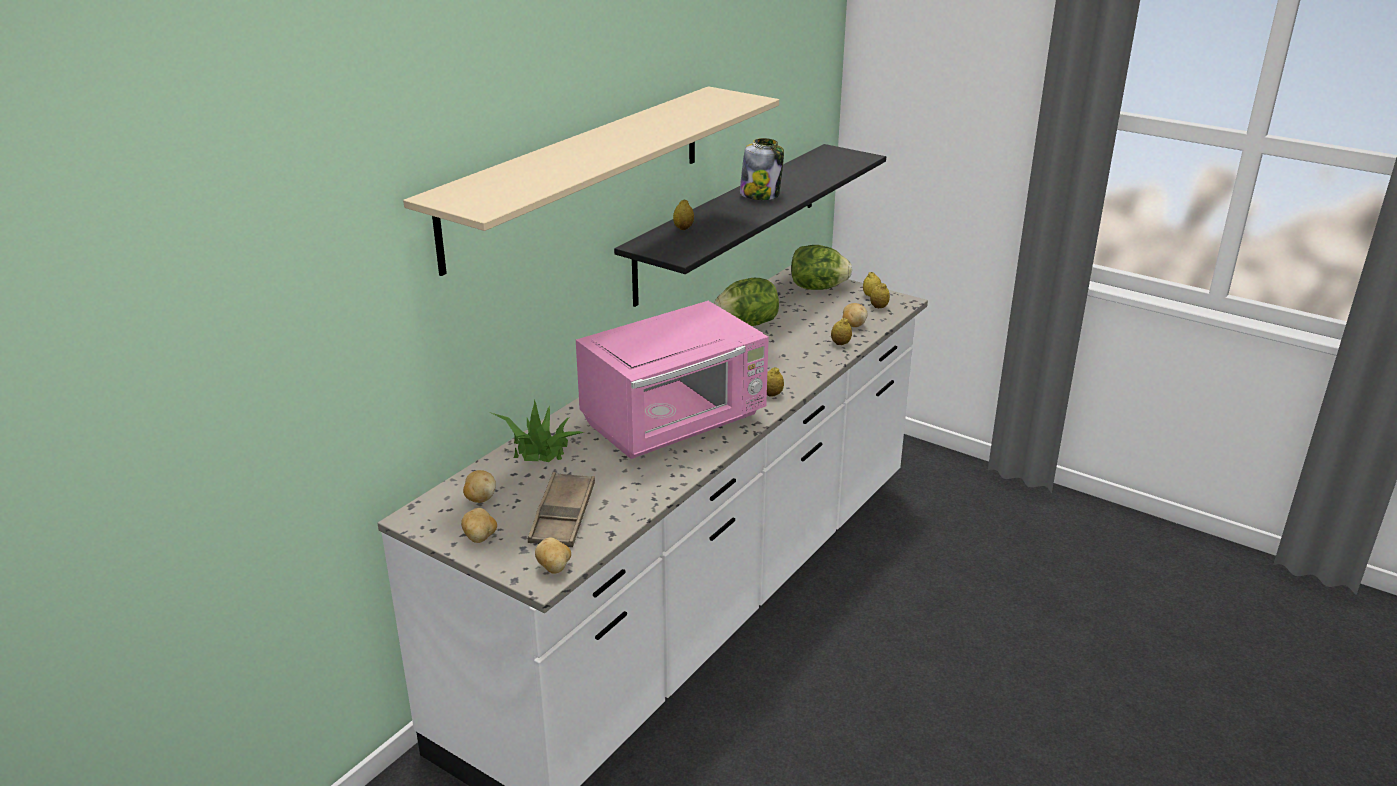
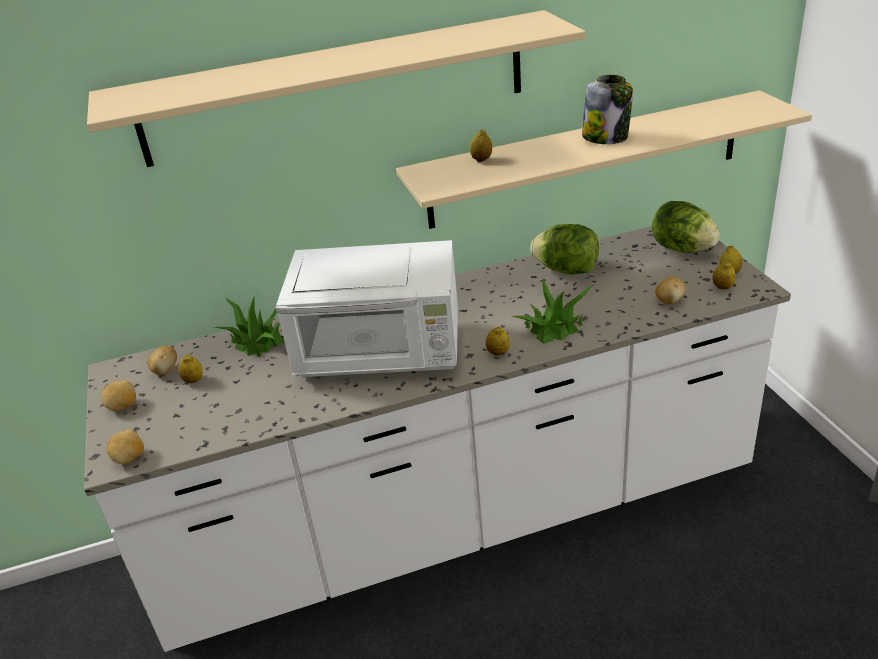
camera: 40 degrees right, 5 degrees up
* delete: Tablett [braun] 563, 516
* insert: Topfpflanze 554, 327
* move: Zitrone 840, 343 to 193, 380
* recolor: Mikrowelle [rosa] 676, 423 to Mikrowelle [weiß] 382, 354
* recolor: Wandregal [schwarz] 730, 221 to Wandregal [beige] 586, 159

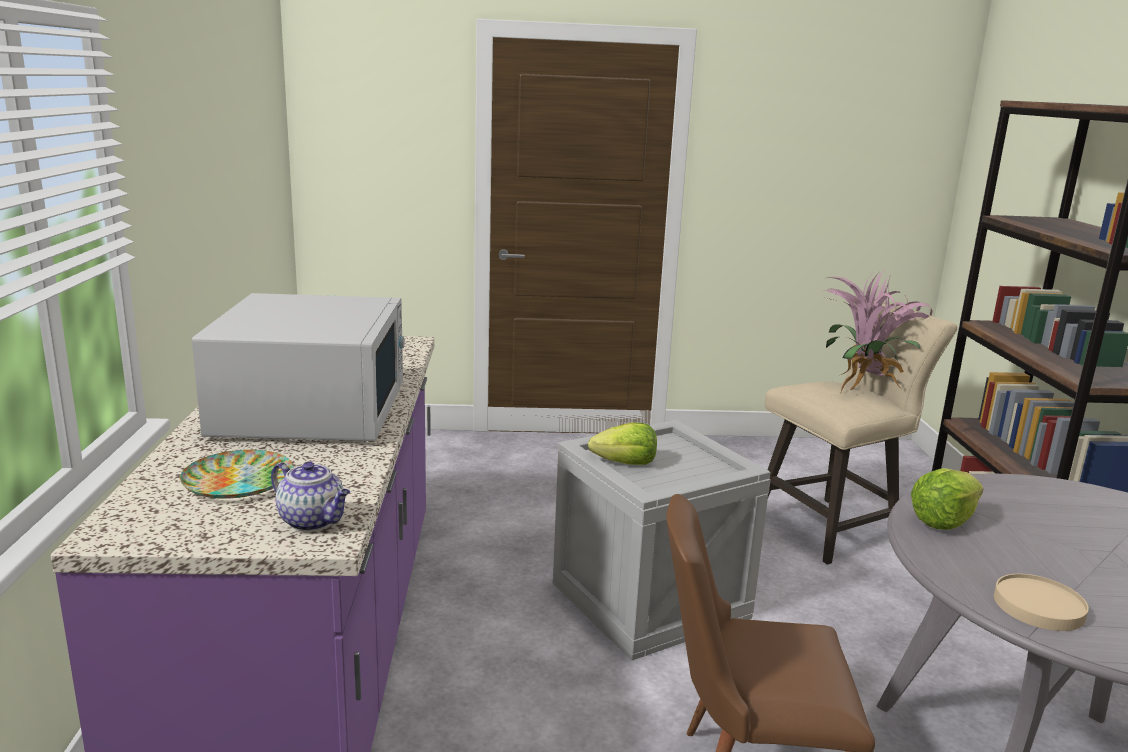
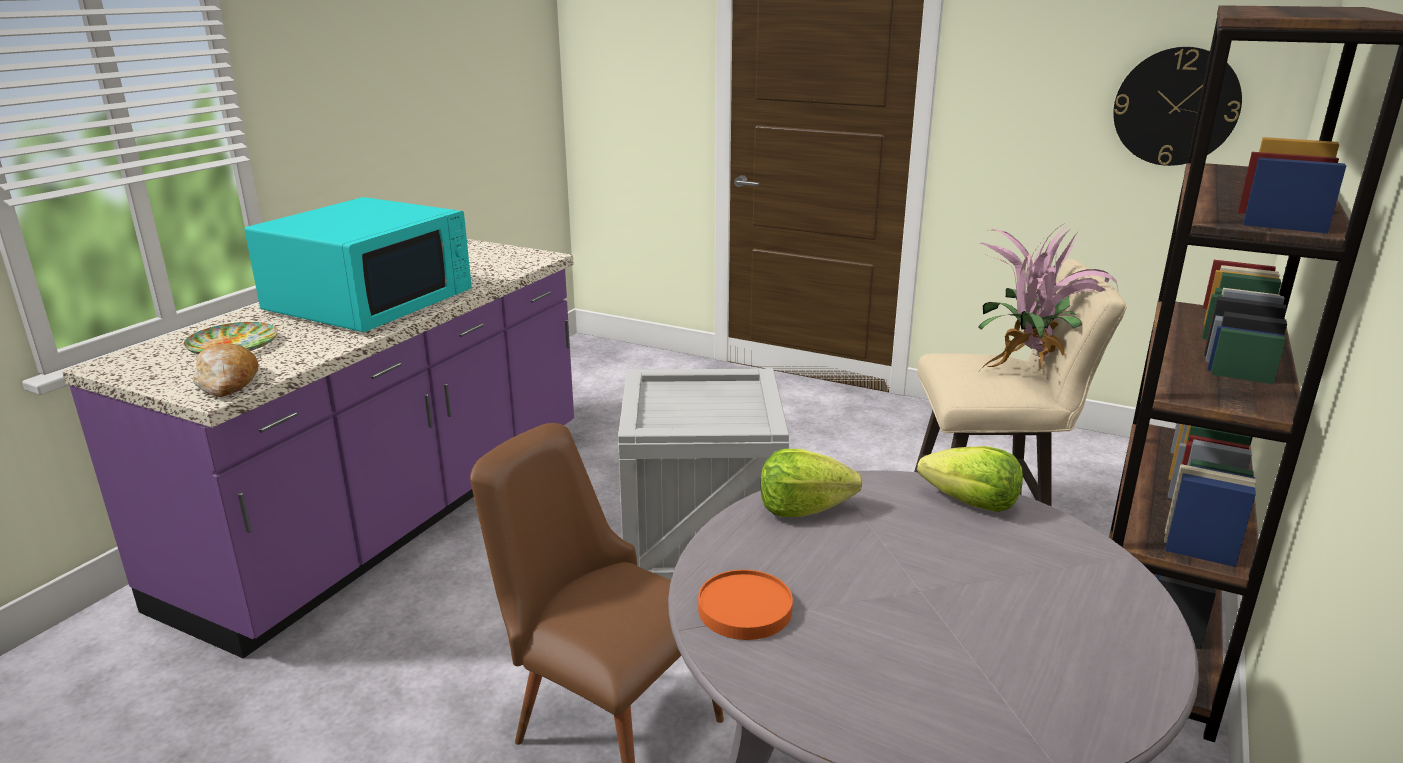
camera: 30 degrees right, 5 degrees up
* insert: Wanduhr 1175, 107
* move: Salatkopf 626, 463 to 971, 503
* replace: Teekanne 313, 521 to Brot 227, 381
* recolor: Mikrowelle [weiß] 313, 409 to Mikrowelle [türkis] 372, 301
* recolor: Teller [beige] 1039, 606 to Teller [orange] 745, 609

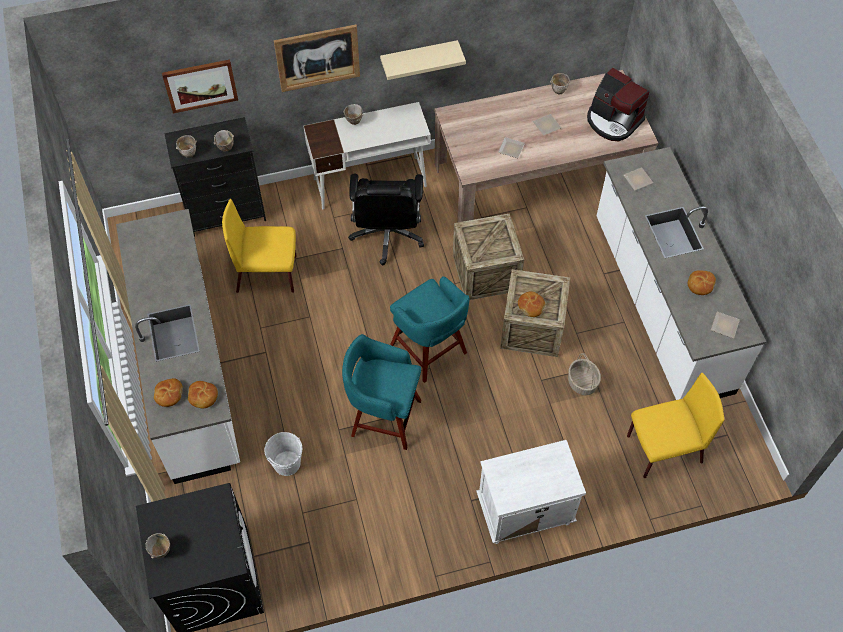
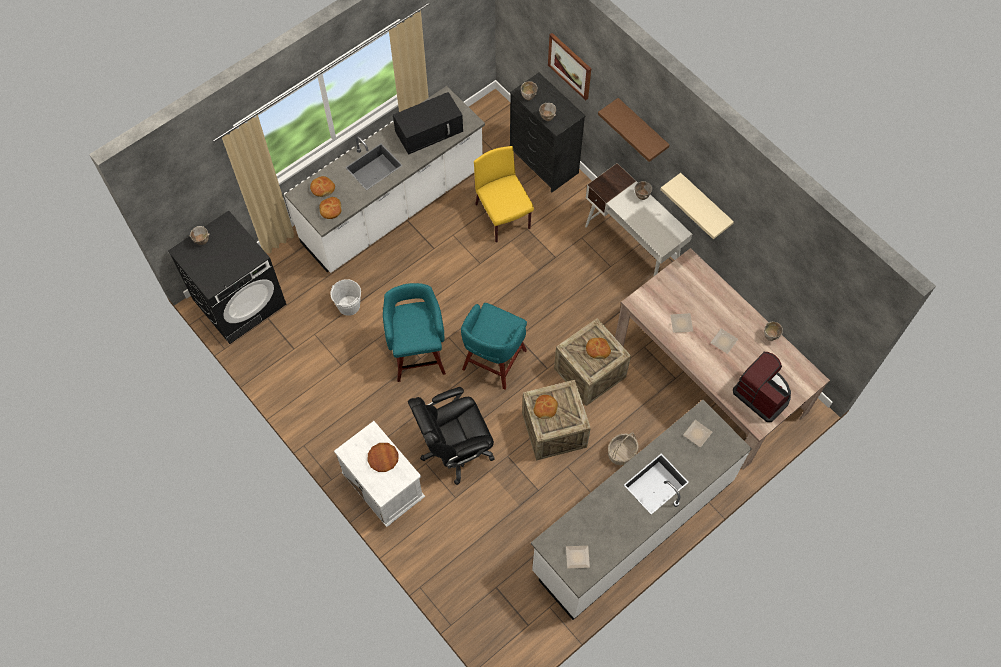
camera: 65 degrees right, 5 degrees up
* delete: Stuhl [gelb] 663, 449
* insert: Teller [braun] 383, 458
* insert: Mikrowelle [schwarz] 430, 130
* move: Bürostuhl [schwarz] 387, 235 to 455, 449
* move: Korb 582, 382 to 621, 453
* move: Brot 700, 285 to 597, 349
* replace: Bild 317, 58 to Wandregal [braun] 642, 128
* rotate: Kaffeemaschine 613, 121 = 762, 394 120 degrees clockwise

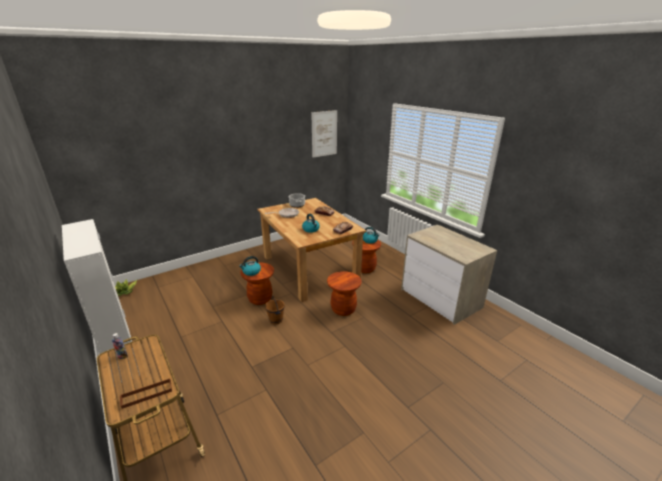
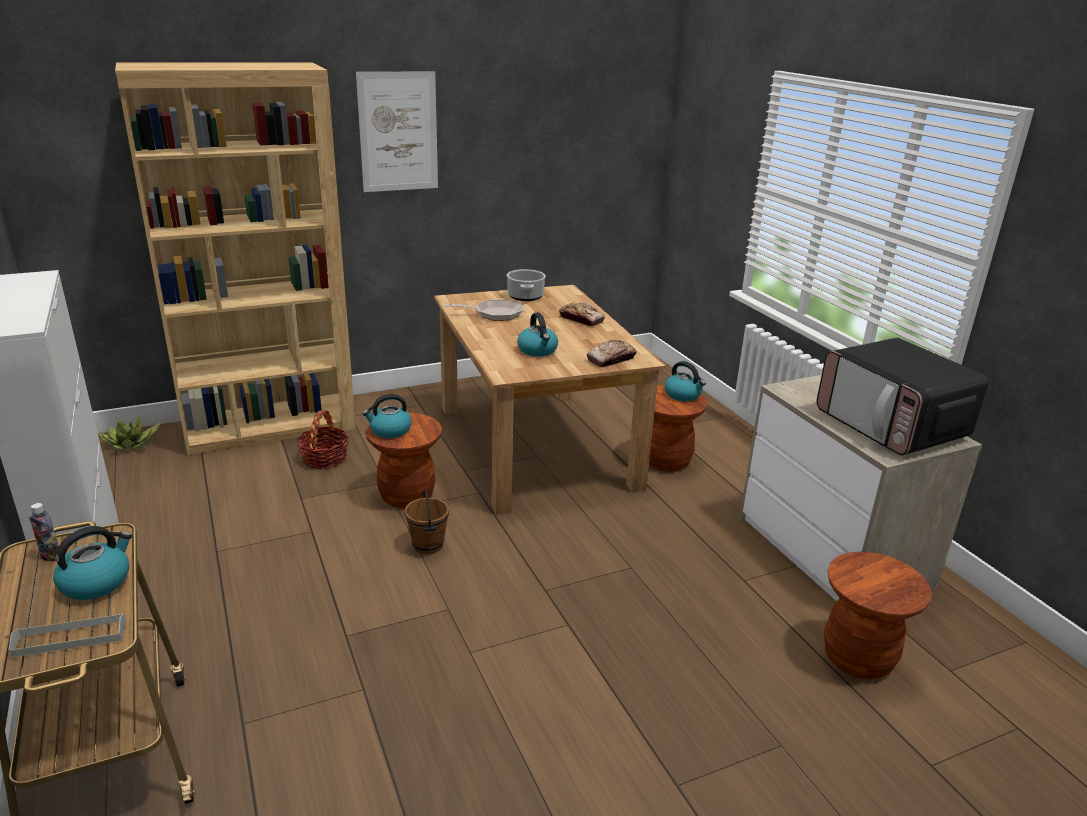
camera: 10 degrees right, 0 degrees up
* insert: Wasserkessel 96, 582
* insert: Bücherregal [braun] 270, 426
* insert: Korb 324, 458
* insert: Mikrowelle 891, 426
* move: Bild 324, 133 to 398, 132
* move: Hocker [braun] 343, 309 to 857, 658
* recolor: Tablett [braun] 147, 394 to Tablett [grau] 70, 638

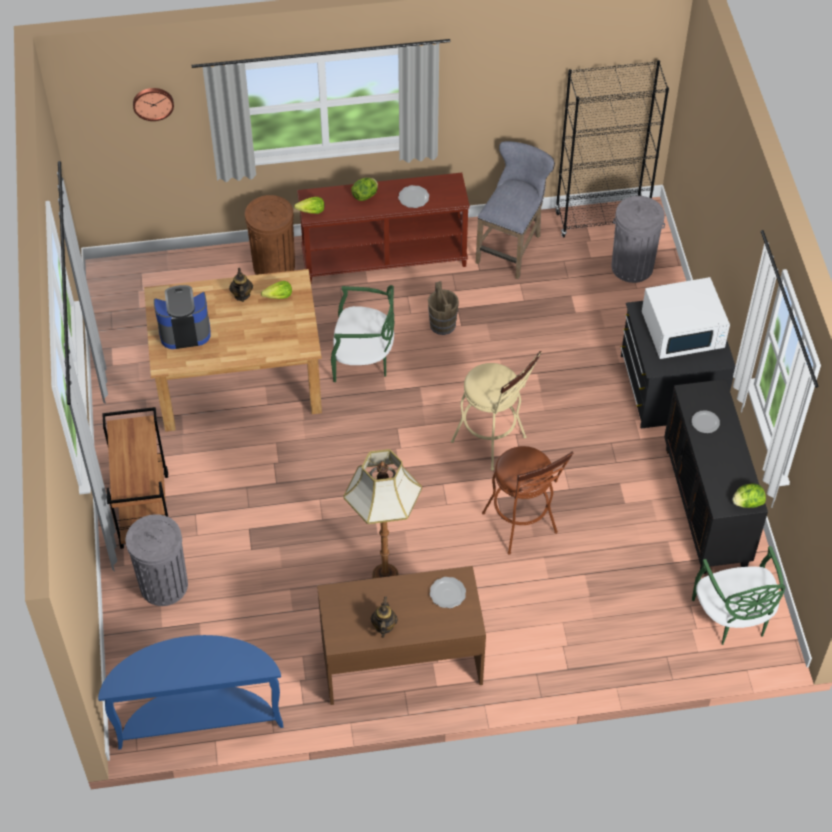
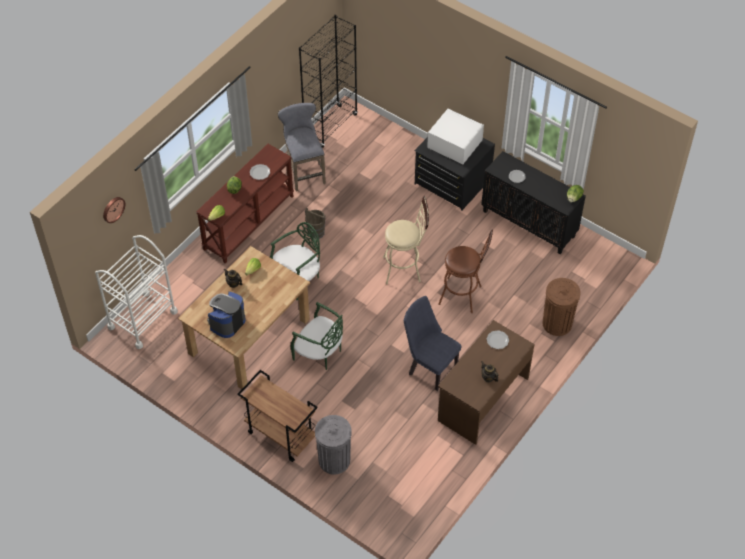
camera: 45 degrees left, 0 degrees up
* delete: Konsolentisch [blau] 199, 718
* delete: Mülleimer [grau] 632, 266
* insert: Rollwagen [weiß] 142, 319
* move: Mülleimer [braun] 274, 266 to 557, 323
* move: Stuhl [grün] 733, 617 to 319, 353
* replace: Stehlampe 385, 574 to Stuhl [blau] 429, 368
* rotate: Mikrowelle [weiß] 683, 330 = 454, 144 90 degrees counterclockwise

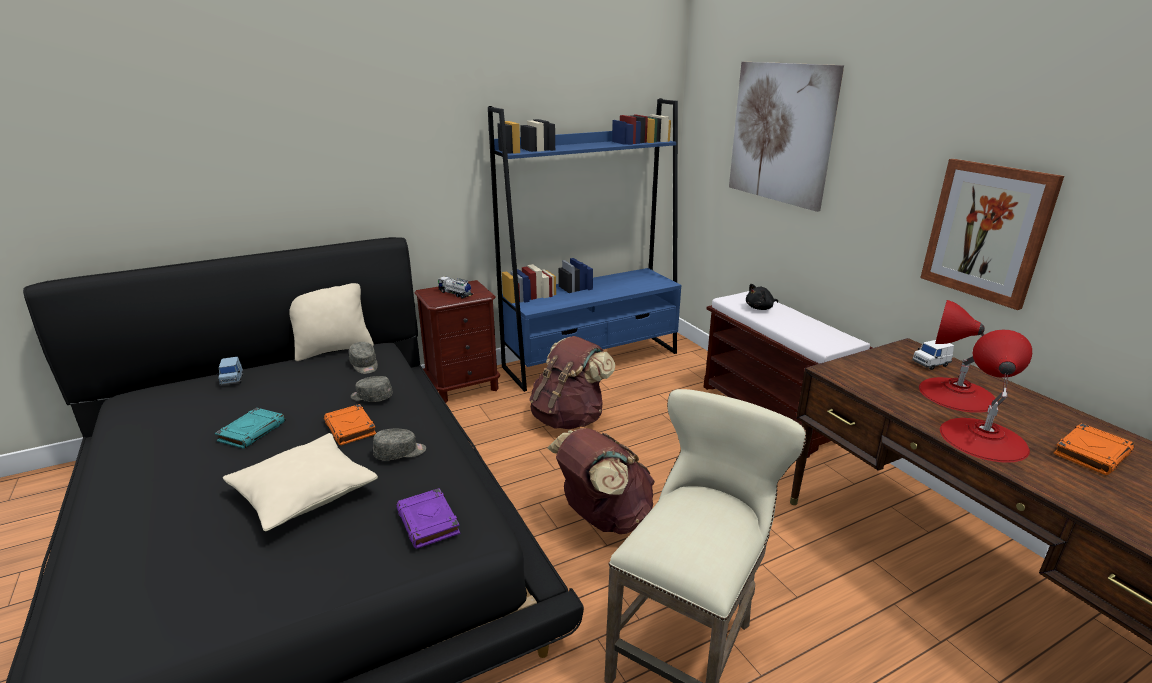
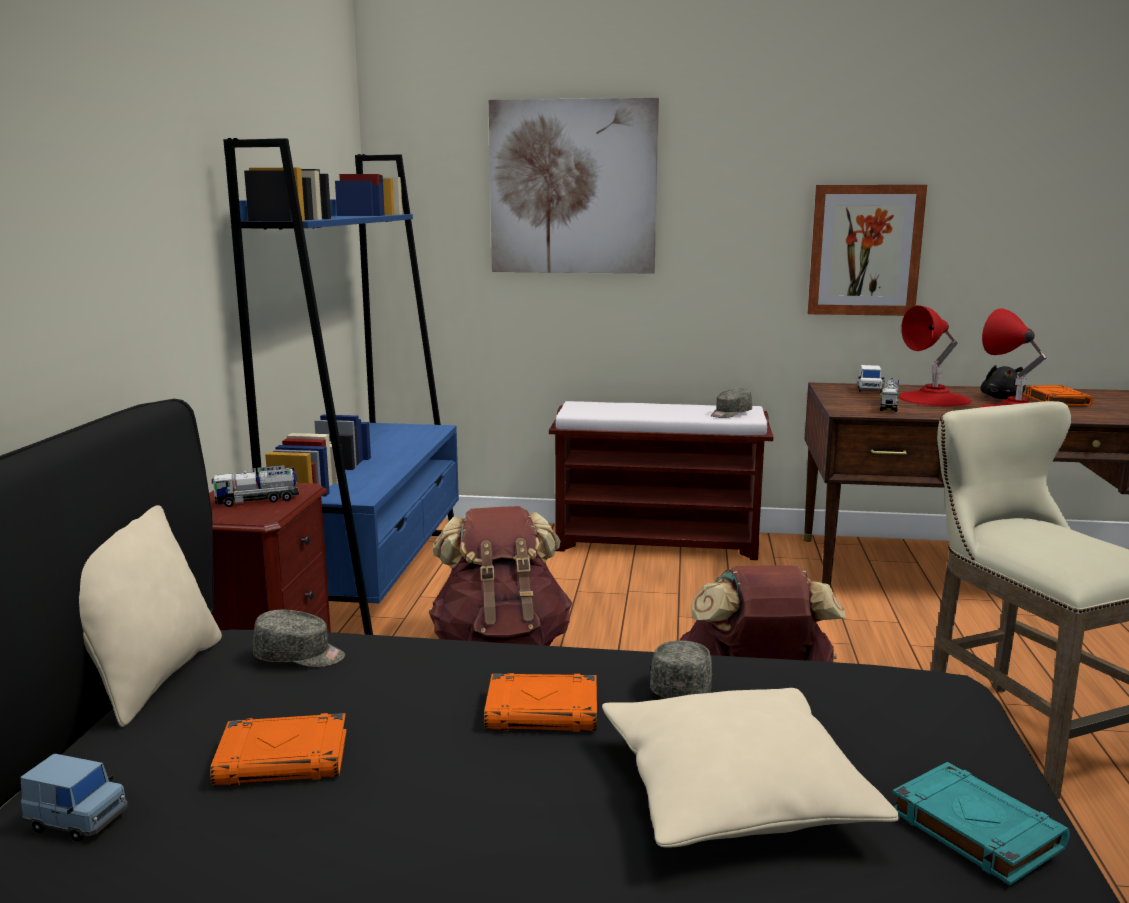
camera: 55 degrees left, 10 degrees down
* delete: Buch [lila] 428, 522
* insert: Buch [orange] 284, 758
* insert: Spielzeuglaster 889, 406
* move: Buch [türkis] 252, 431 to 973, 829
* move: Kappe [grau] 371, 397 to 730, 414
* move: Plüschtier [schwarz] 760, 308 to 1001, 398

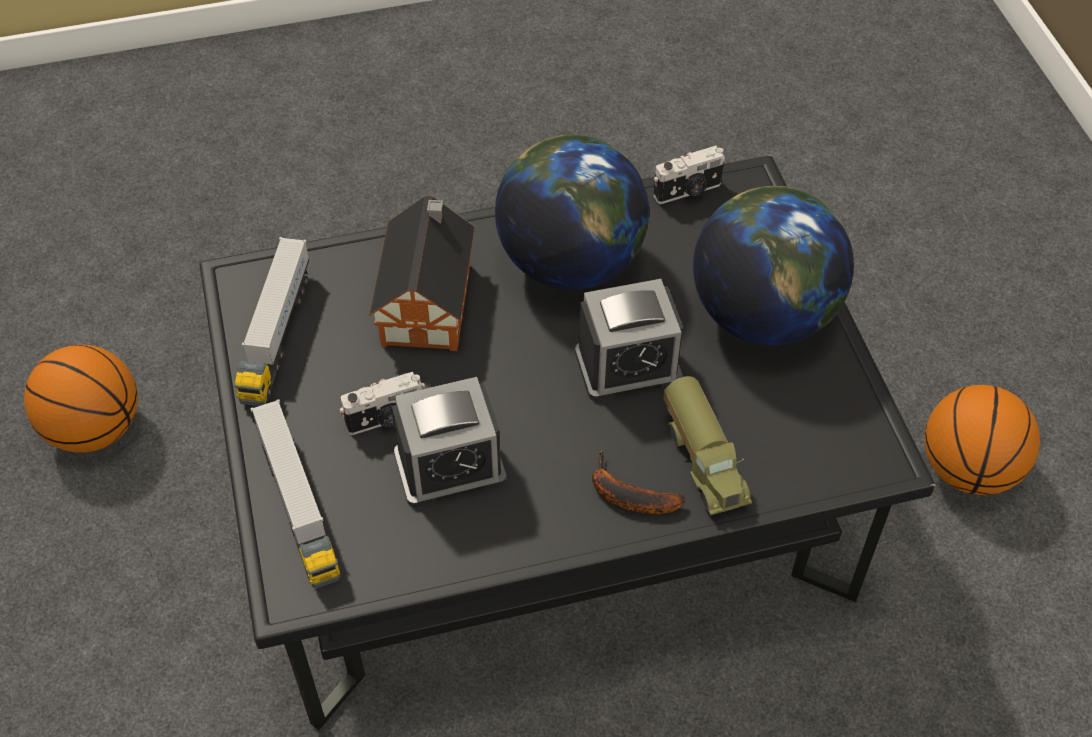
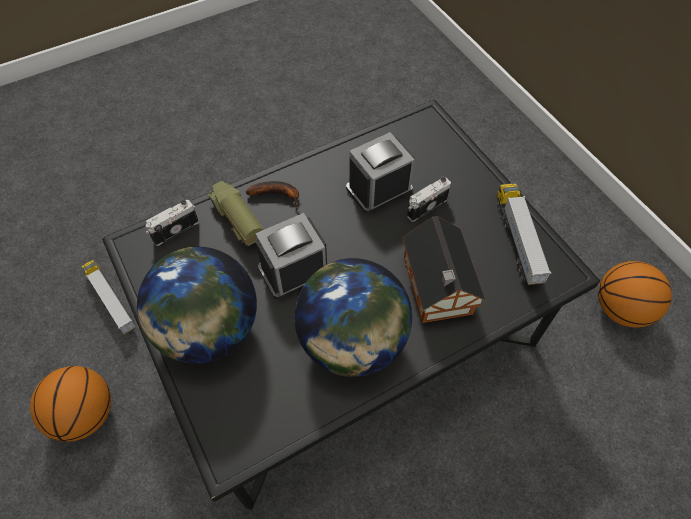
camera: 165 degrees right, 5 degrees up
* move: Spielzeuglaster 298, 506 to 112, 301
* move: Kamera 688, 191 to 175, 229

